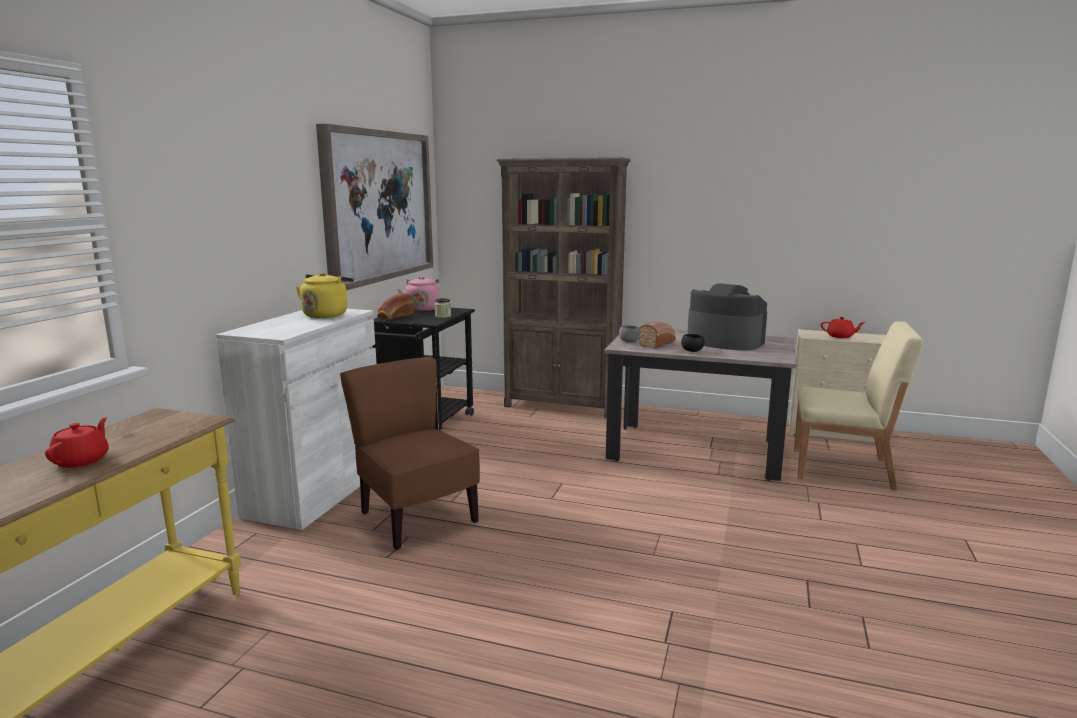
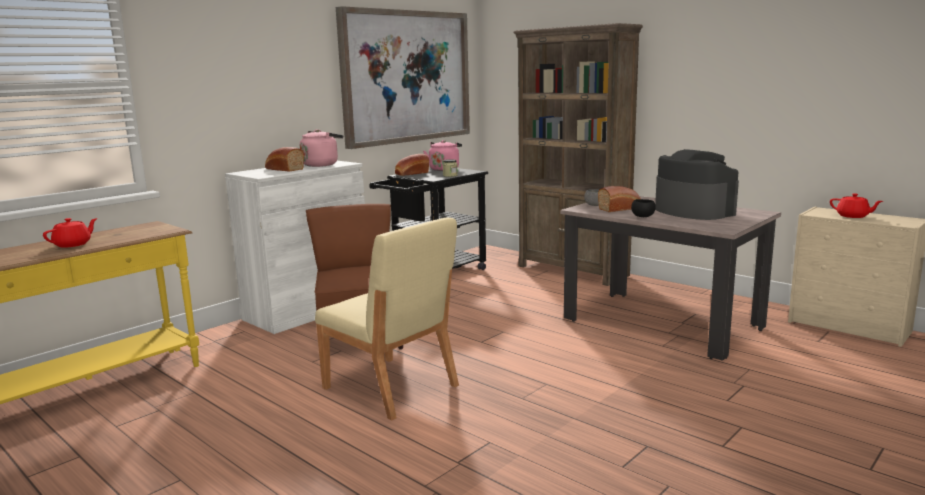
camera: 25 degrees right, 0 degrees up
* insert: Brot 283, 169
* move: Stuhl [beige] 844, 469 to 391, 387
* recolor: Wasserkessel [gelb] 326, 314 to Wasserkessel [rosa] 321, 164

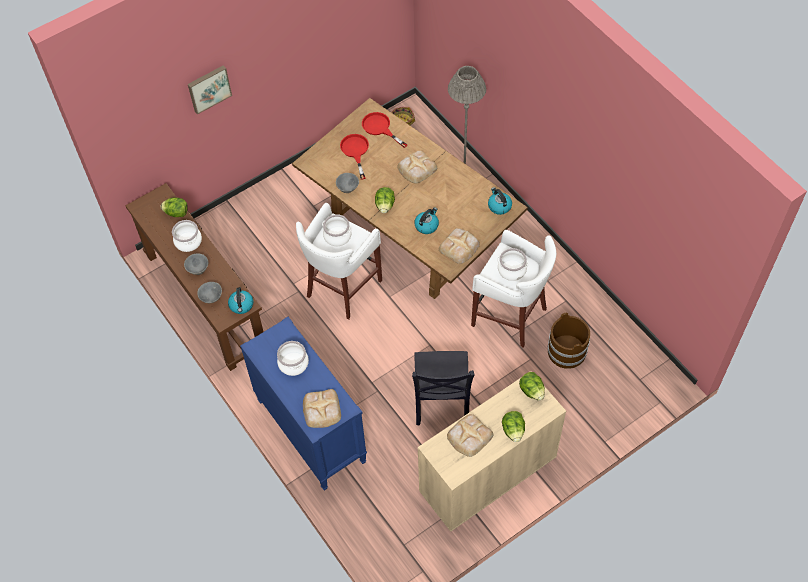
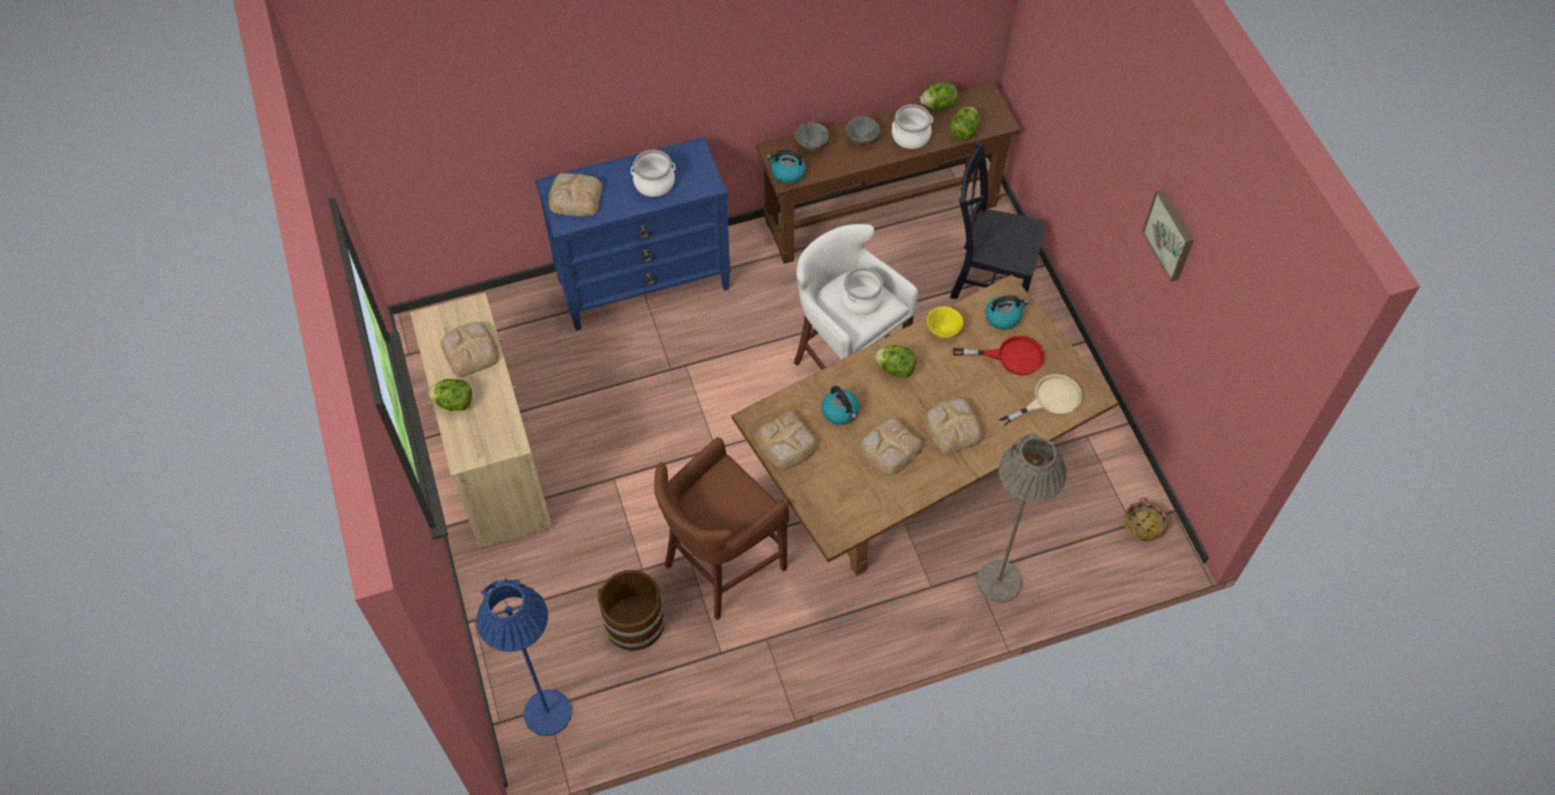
camera: 105 degrees right, 0 degrees up
* delete: Kochtopf 512, 270
* insert: Stehlampe [blau] 547, 713
* insert: Brot 888, 448
* move: Bild 209, 88 to 1170, 234
* move: Stuhl [schwarz] 441, 402 to 989, 278
* move: Wasserkessel 499, 206 to 1003, 317
* move: Salatkopf 531, 391 to 938, 105
* recolor: Schüssel [grau] 348, 188 to Schüssel [gelb] 942, 331
* recolor: Pfanne [rot] 380, 128 to Pfanne [beige] 1049, 400
* recolor: Hocker [weiß] 511, 316 to Hocker [braun] 721, 567

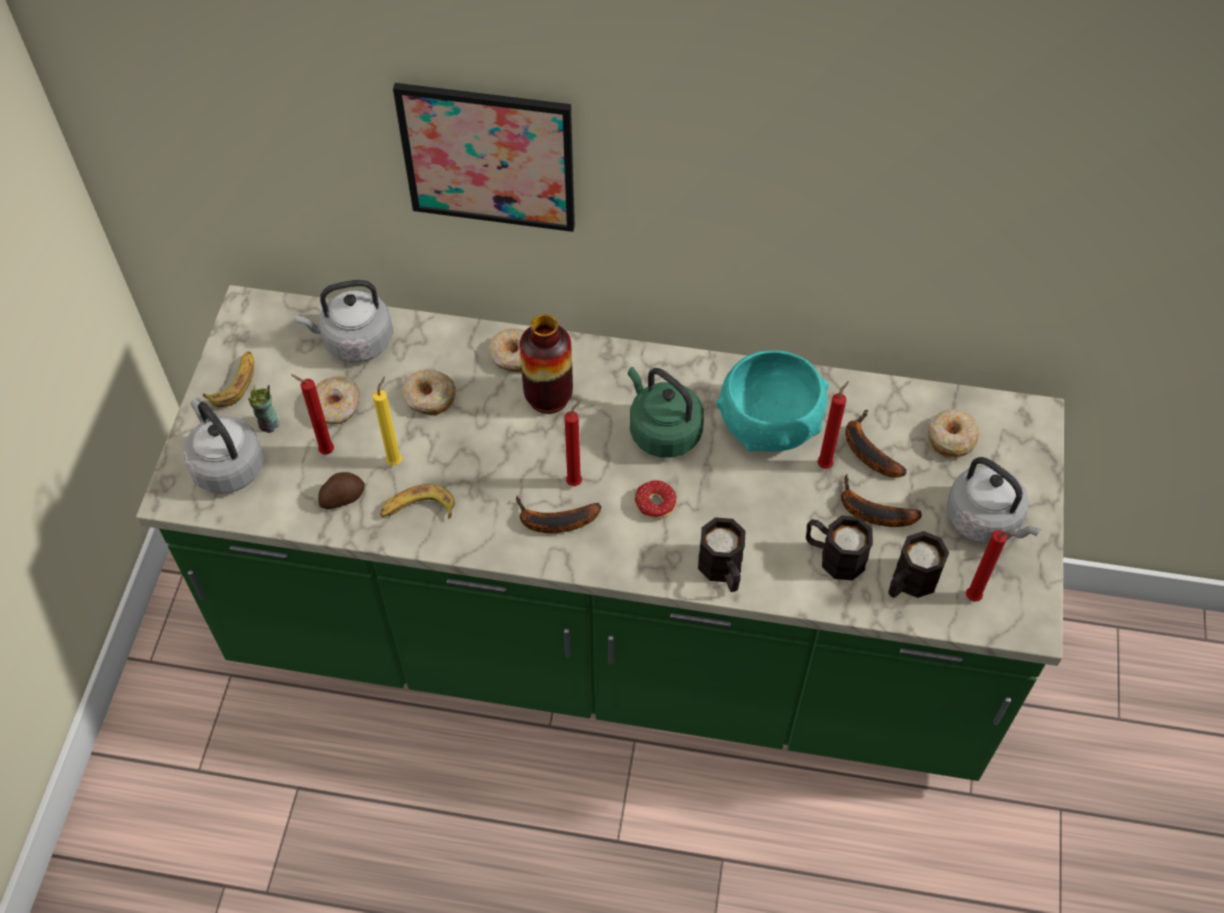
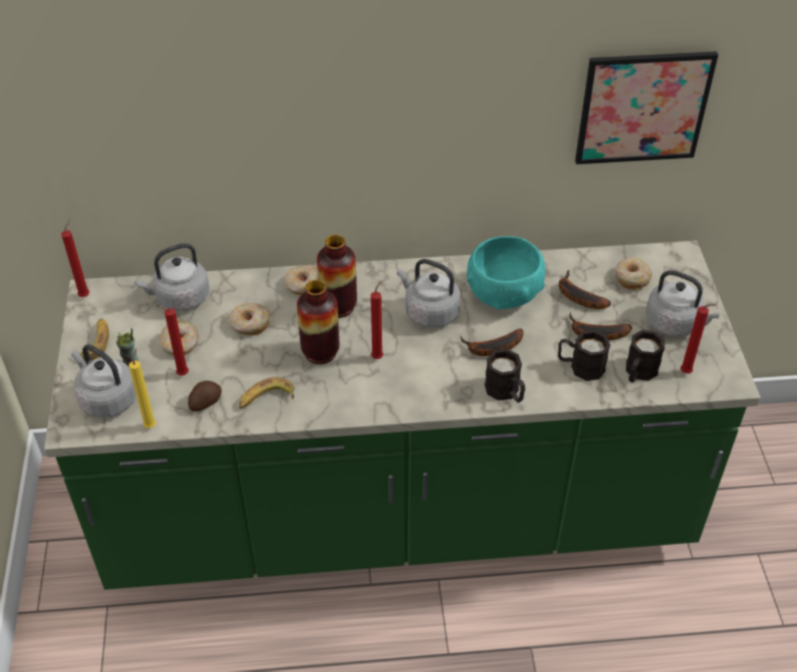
camera: 15 degrees left, 10 degrees down
* delete: Donut 649, 508
* insert: Vase 320, 352
* move: Kerze [gelb] 396, 460 to 151, 425
* move: Bild 488, 157 to 643, 108
* move: Banane 553, 522 to 491, 348
* move: Kerze [rot] 826, 464 to 85, 295
* recolor: Wasserkessel [grün] 662, 431 to Wasserkessel [grau] 429, 312

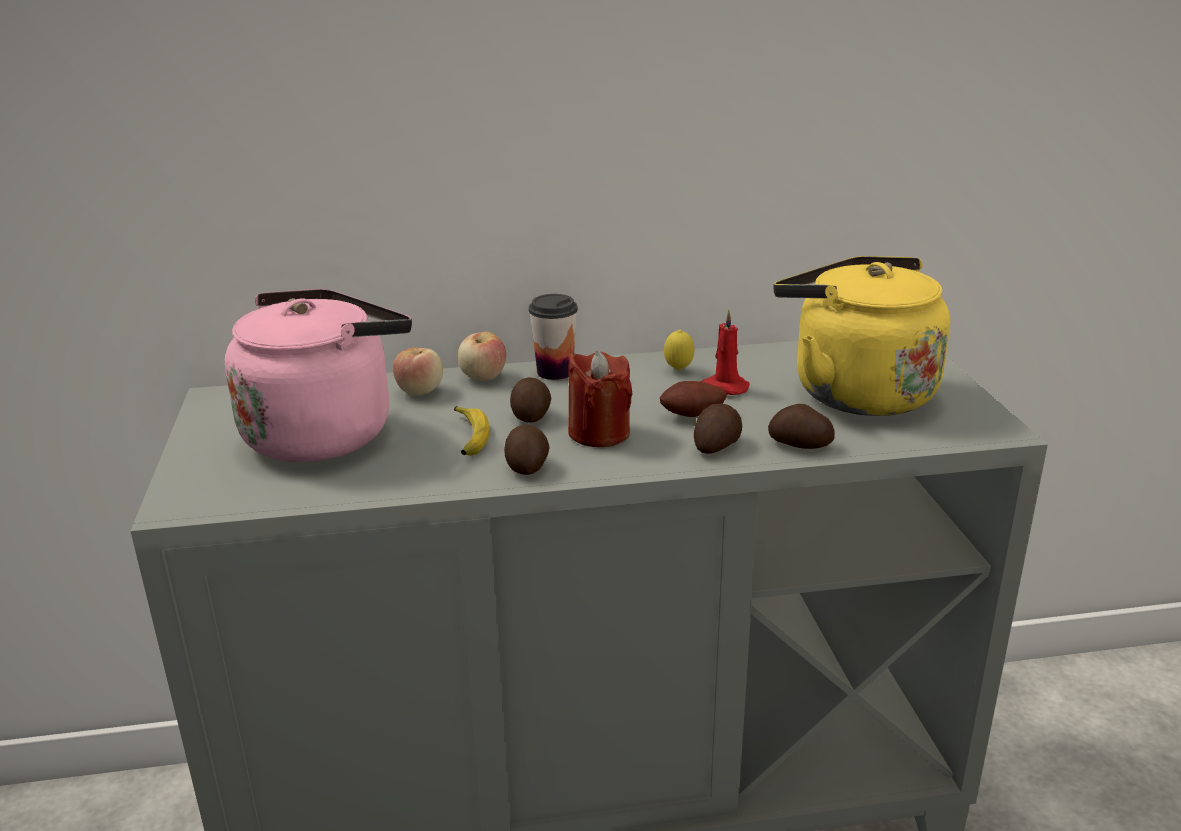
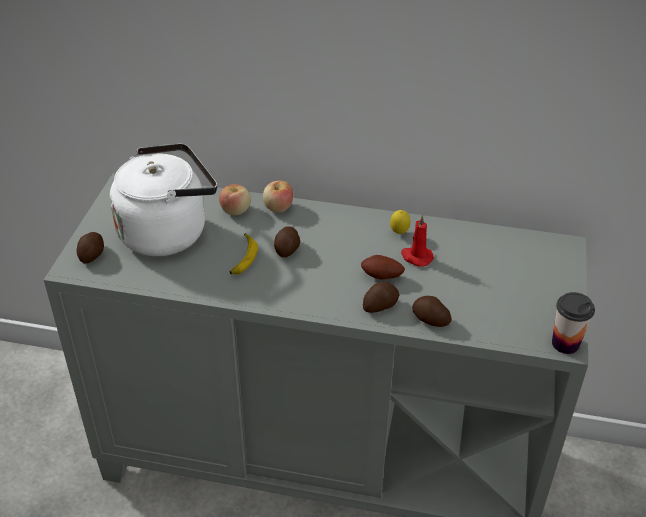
camera: 20 degrees right, 15 degrees up
* delete: Kerze [rot] 599, 433
* delete: Wasserkessel [gelb] 855, 392
* move: Kartoffel 527, 465 to 93, 255
* move: Tasse 555, 372 to 565, 343
* recolor: Wasserkessel [rosa] 325, 432 to Wasserkessel [weiß] 168, 232

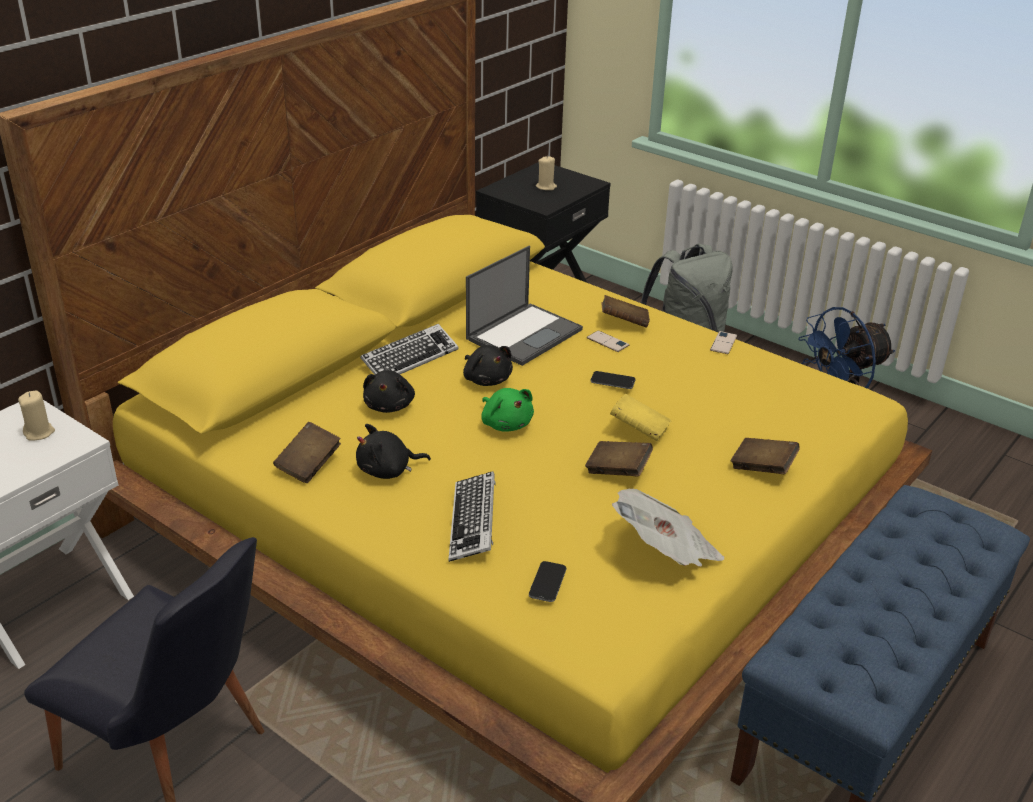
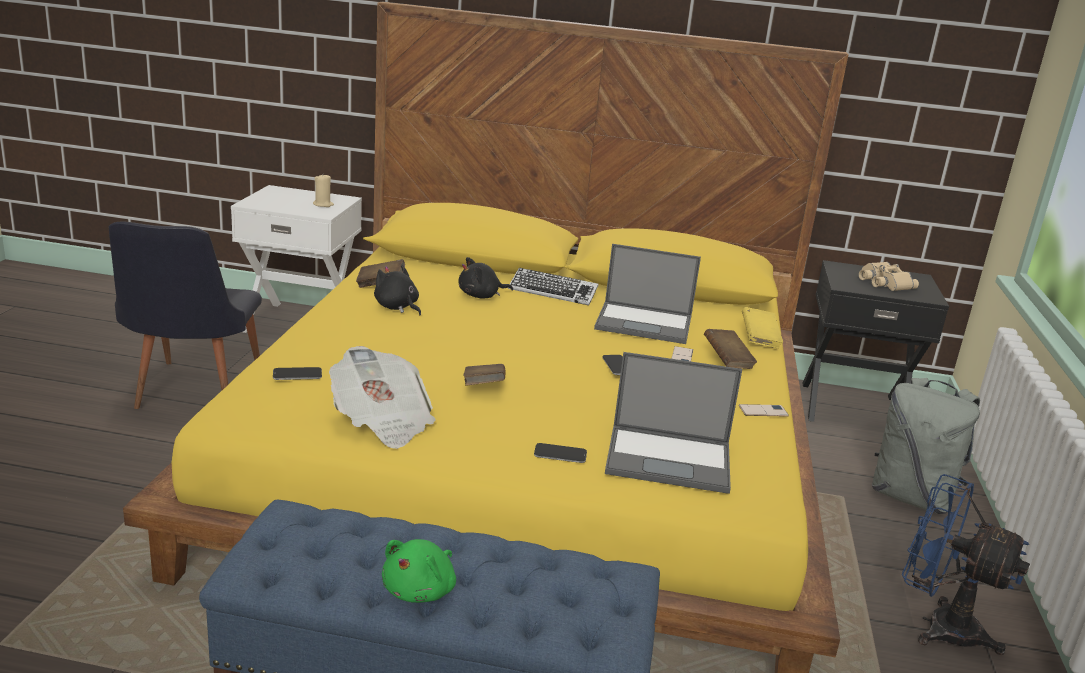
camera: 60 degrees right, 10 degrees down
* delete: Tastatur 473, 522
* delete: Plüschtier [schwarz] 486, 379
* insert: Laptop 670, 459
* move: Plüschtier [grün] 506, 423 to 421, 590
* move: Buch [gelb] 639, 430 to 759, 339
* replace: Kerze [beige] 546, 187 to Fernglas [beige] 883, 282
* replace: Buch [braun] 762, 468 to Handy 560, 454

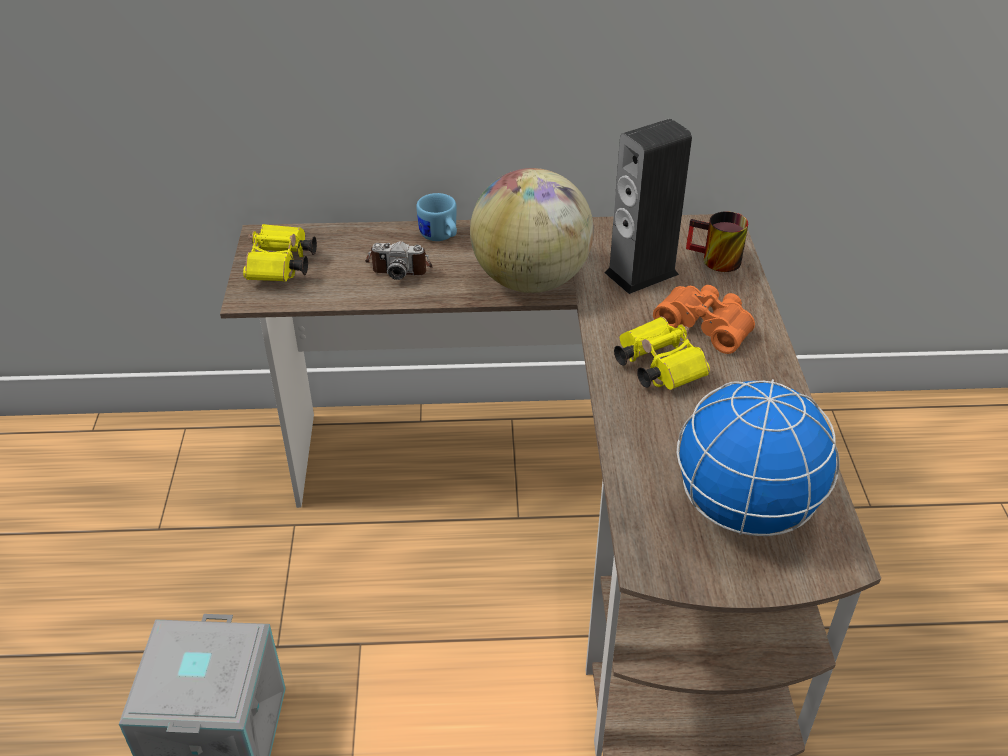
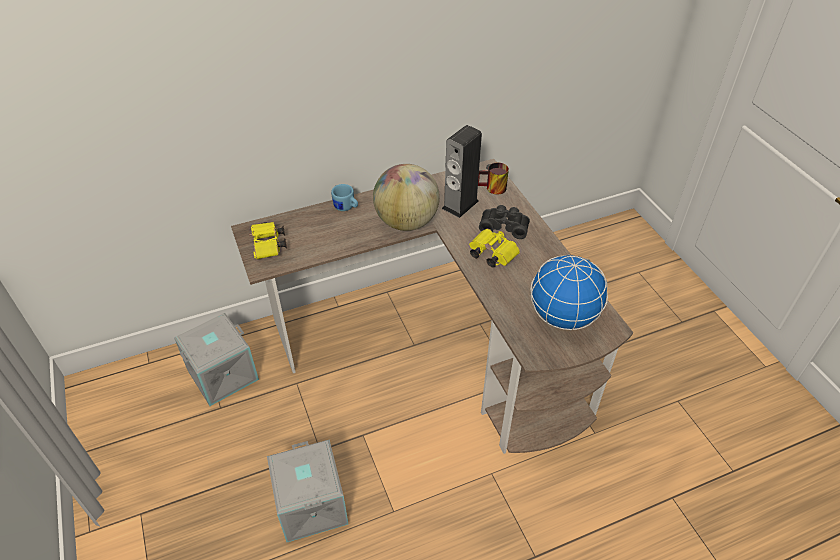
camera: 20 degrees left, 5 degrees up
* delete: Kamera 399, 266
* insert: Aufbewahrungsbox [grau] 222, 374
* recolor: Fernglas [orange] 706, 325 to Fernglas [schwarz] 504, 226

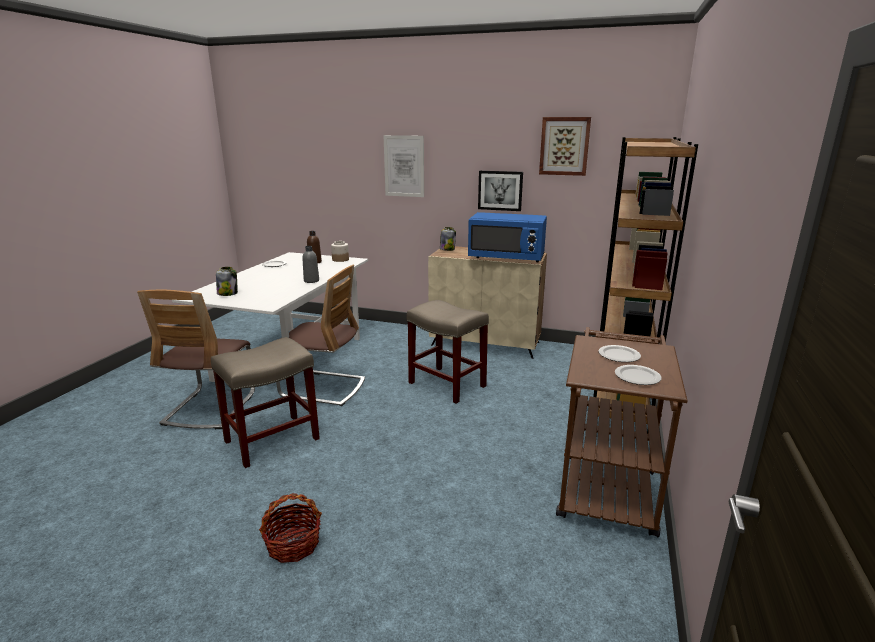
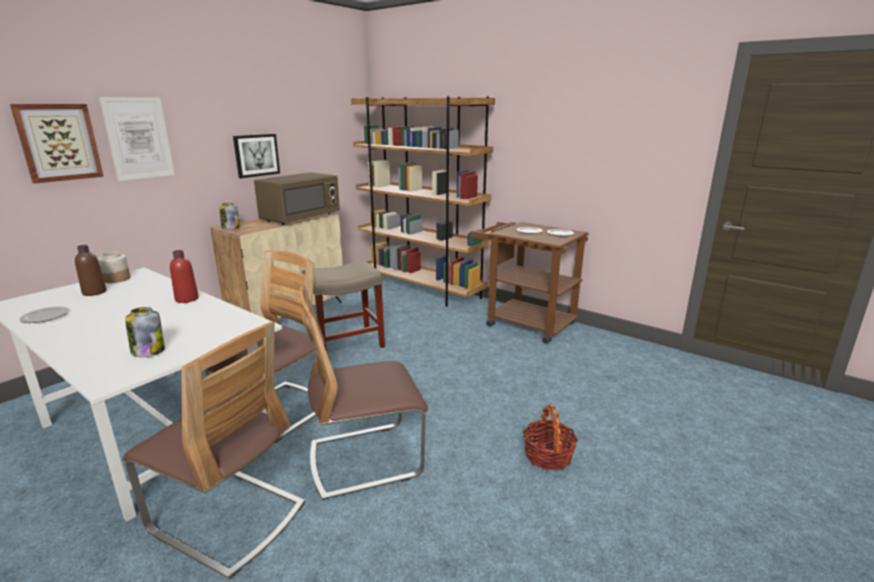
camera: 70 degrees left, 0 degrees up
* move: Bild 564, 146 to 58, 142
* replace: Hocker [beige] 273, 439 to Stuhl 365, 459
* recolor: Flasche [grau] 311, 281 to Flasche [rot] 187, 299
* recolor: Mikrowelle [blau] 507, 258 to Mikrowelle [braun] 300, 218

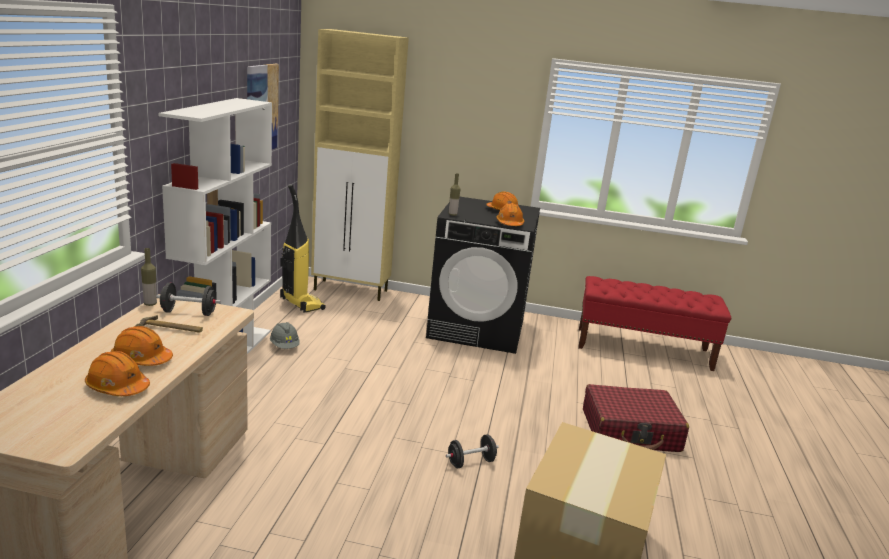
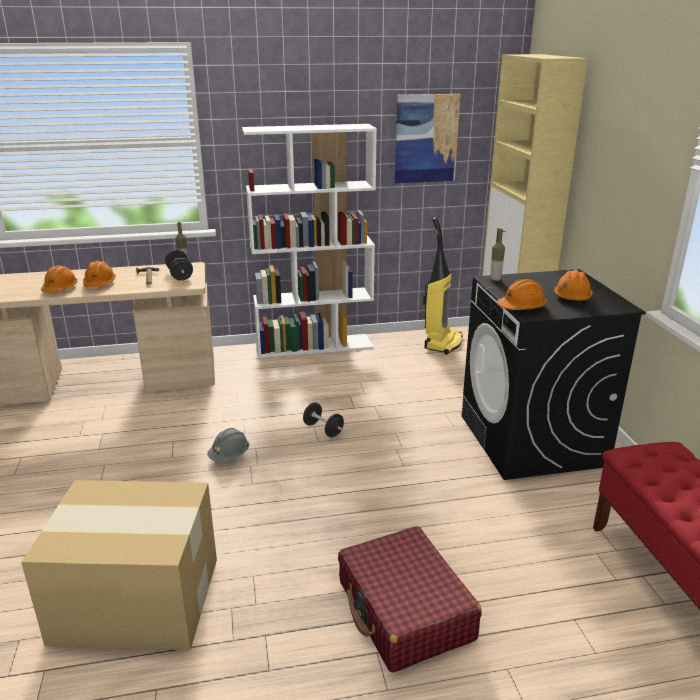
camera: 70 degrees right, 5 degrees up
* move: Schutzhelm [grau] 284, 346 to 229, 457
* move: Hantel [schwarz] 471, 462 to 323, 429

